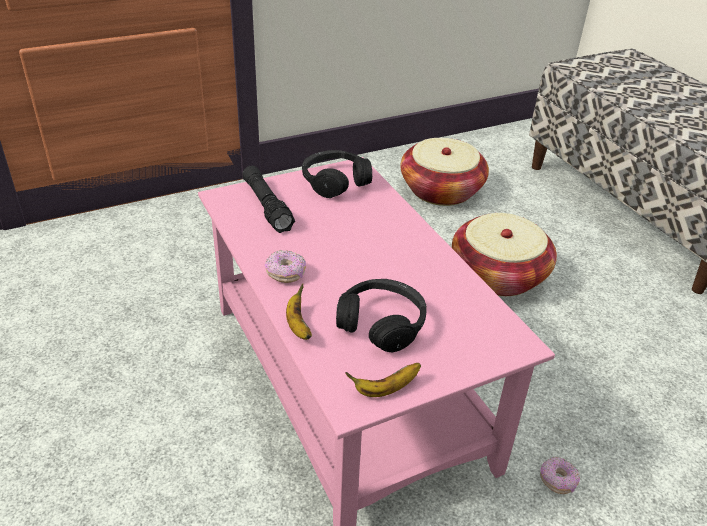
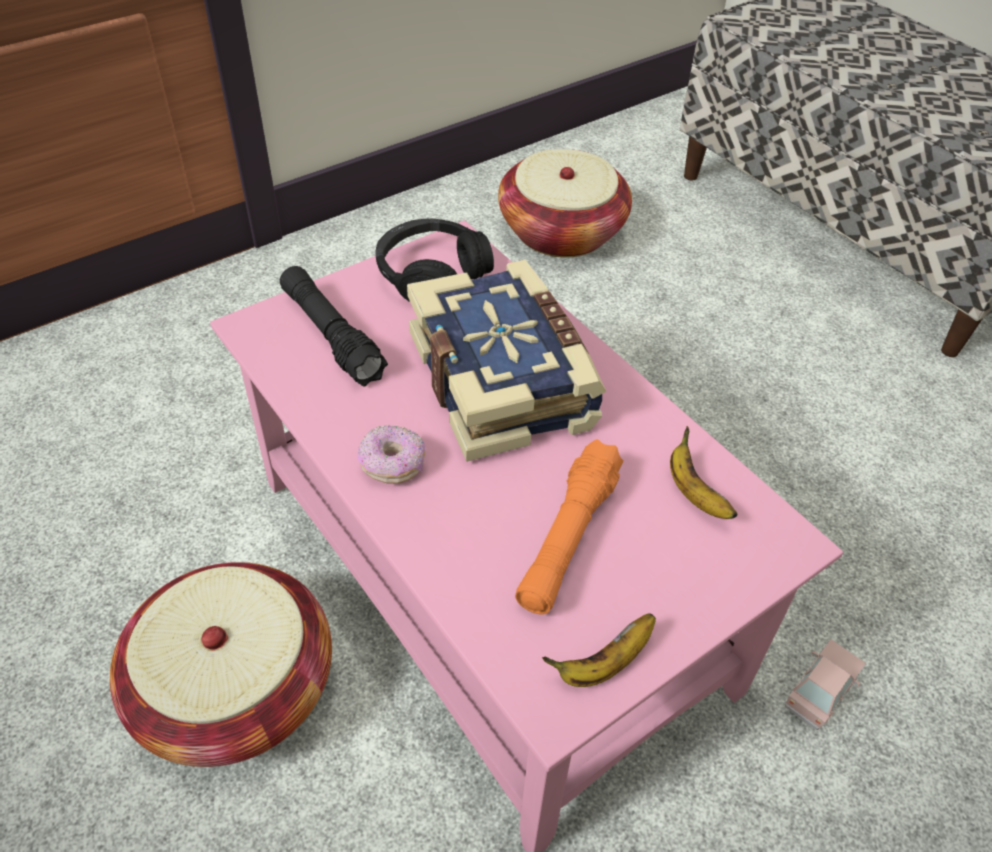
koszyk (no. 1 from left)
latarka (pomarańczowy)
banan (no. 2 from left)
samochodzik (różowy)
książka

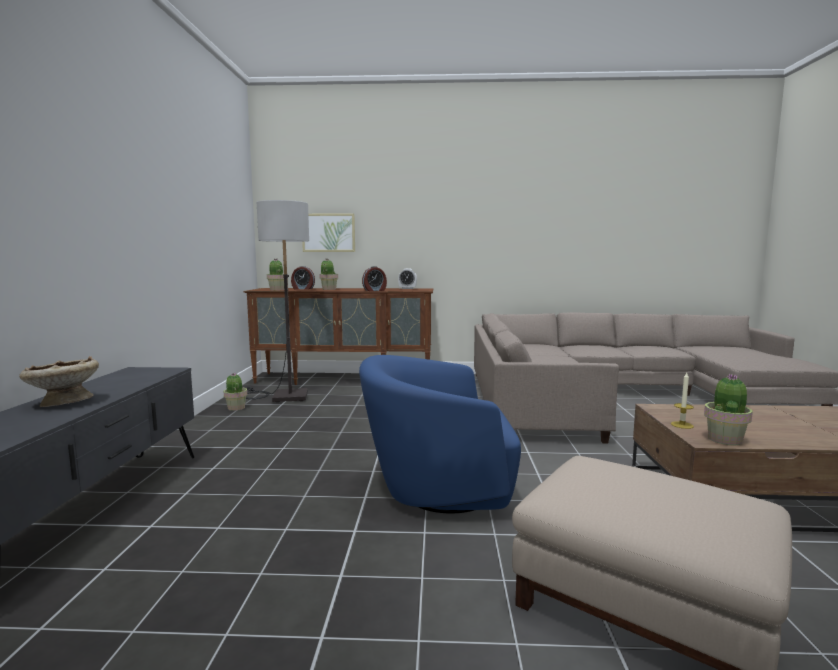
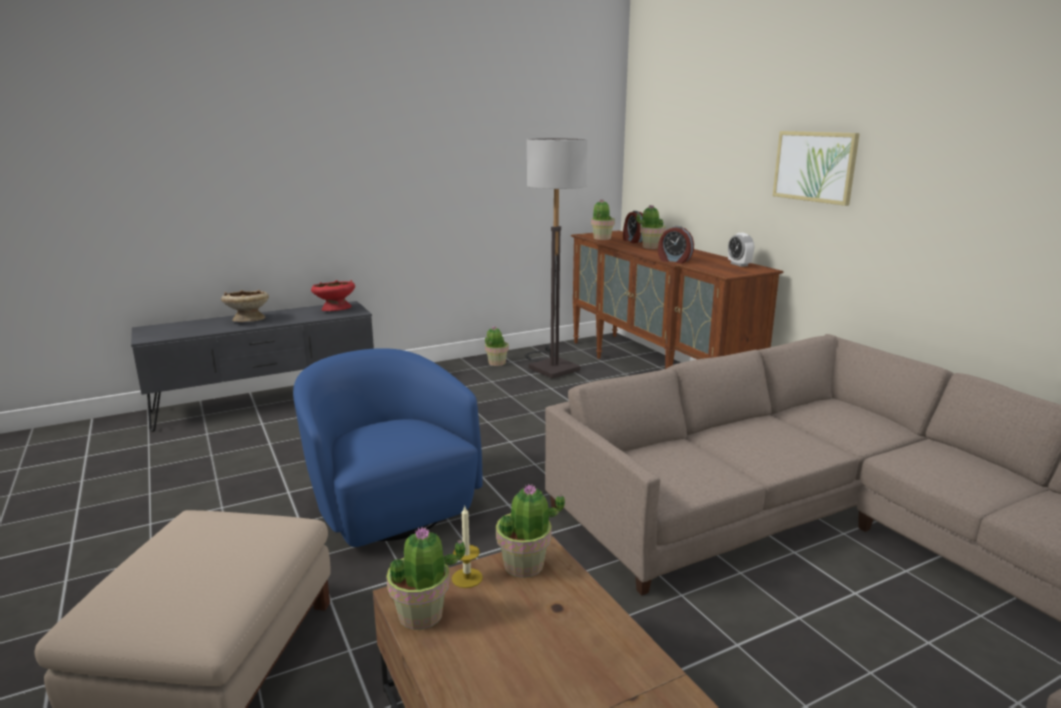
obraz
miska (czerwony)
roślina doniczkowa (no. 3 from left)

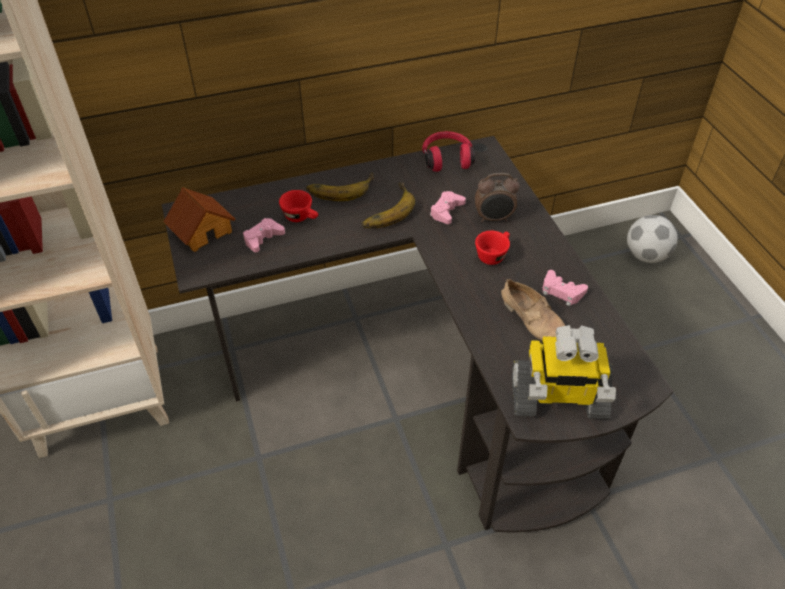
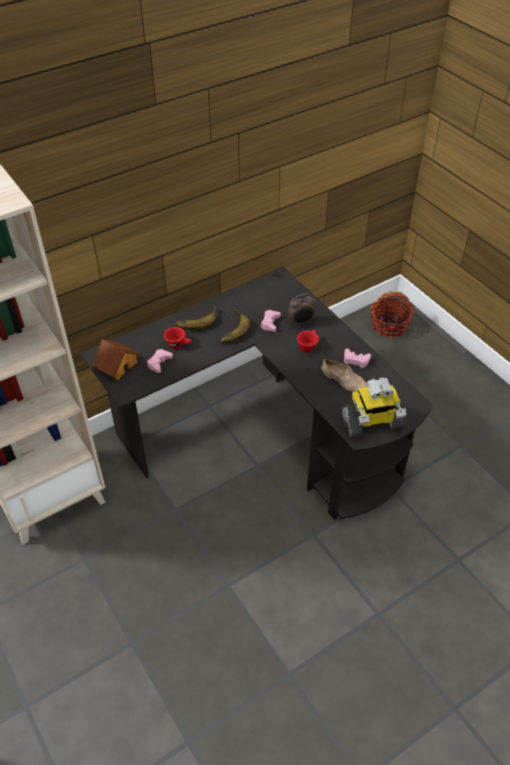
słuchawki (czerwony)
koszyk

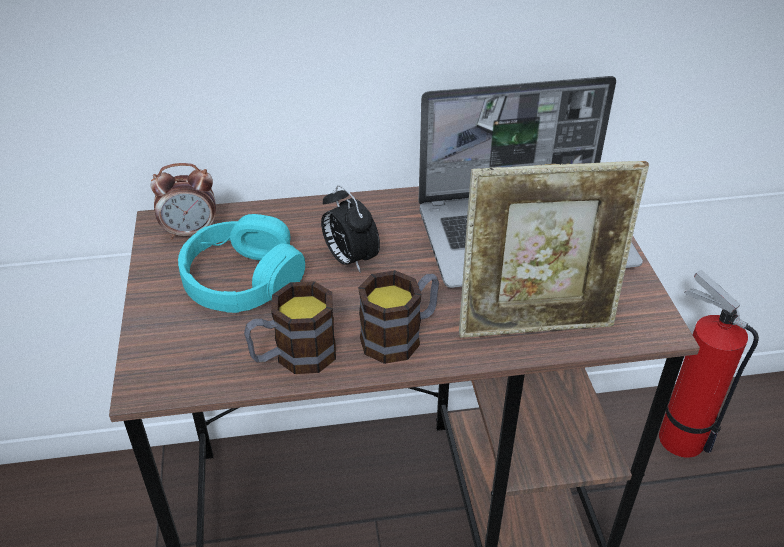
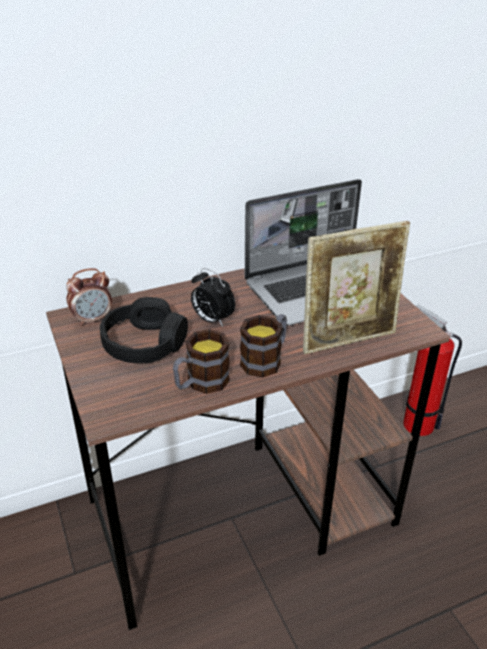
słuchawki (czarny)

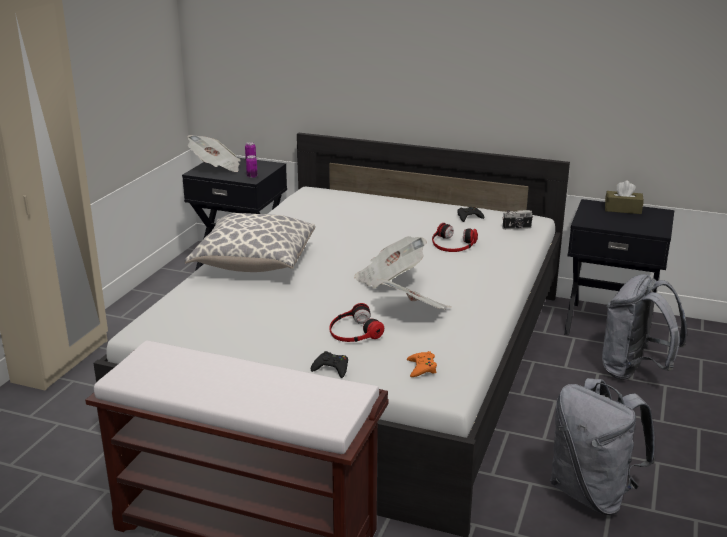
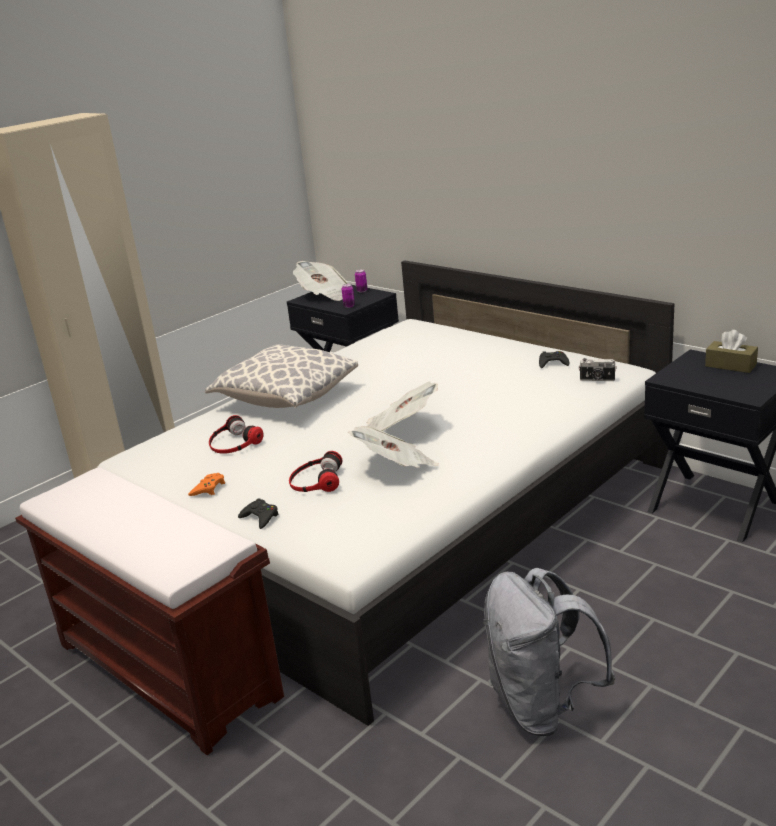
słuchawki (no. 1 from left)
plecak (szary) (no. 2 from left in the first image)
pad do gier (pomarańczowy)

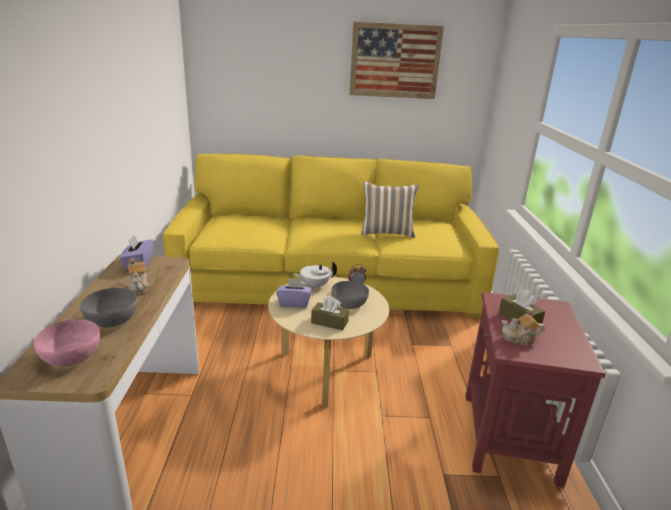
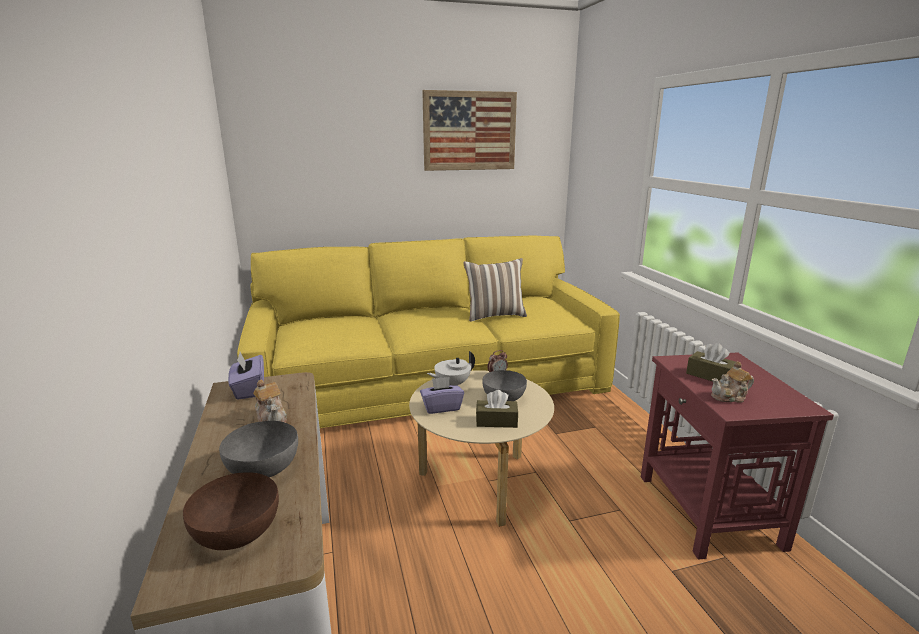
miska (brązowy)

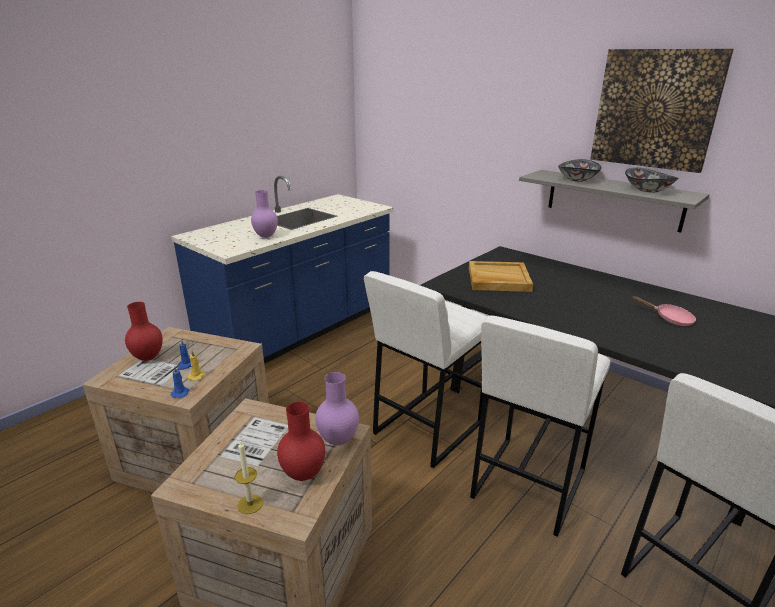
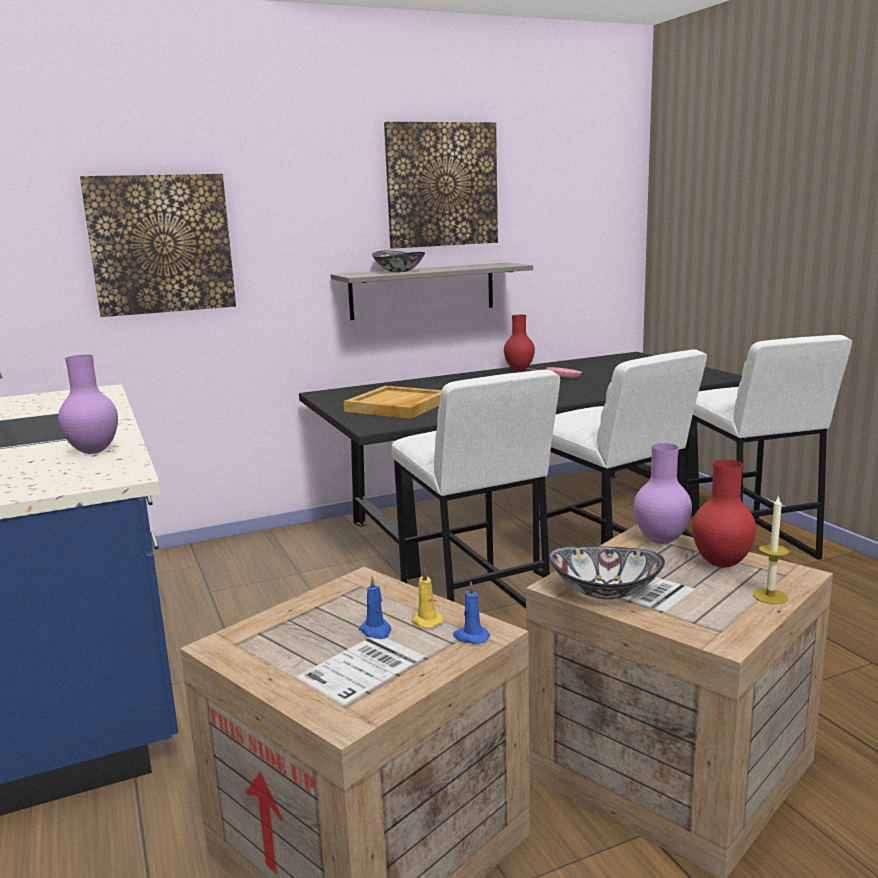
miska (no. 2 from left)
wazon (czerwony) (no. 1 from left)
obraz (no. 1 from left)

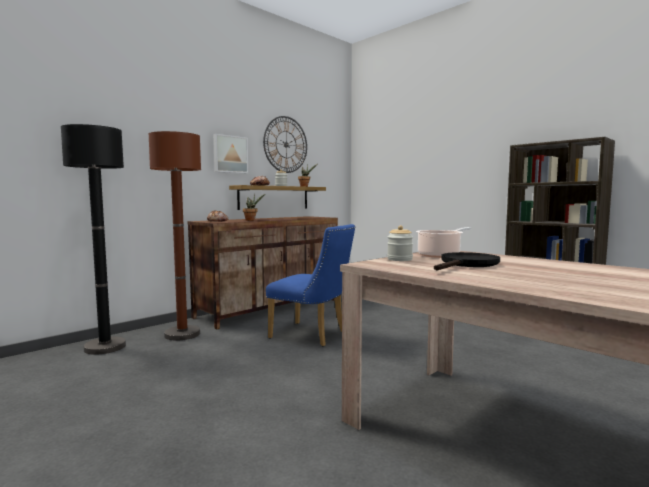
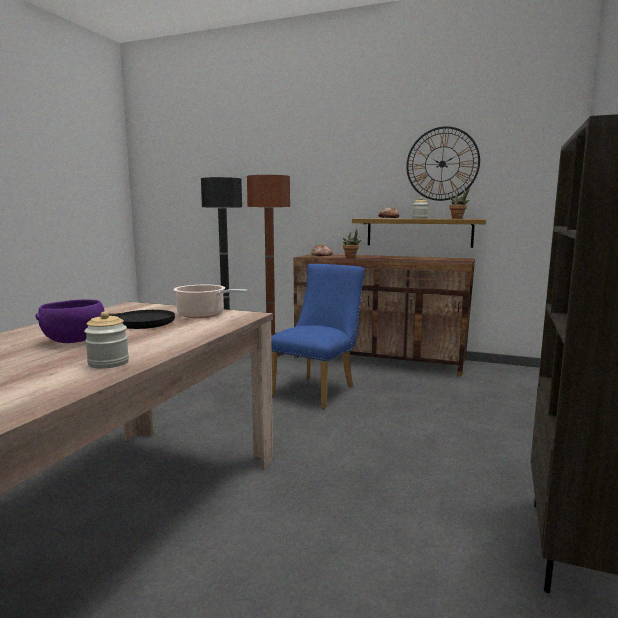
obraz
krzesło (niebieski)
słoik (no. 1 from left)
miska (fioletowy)

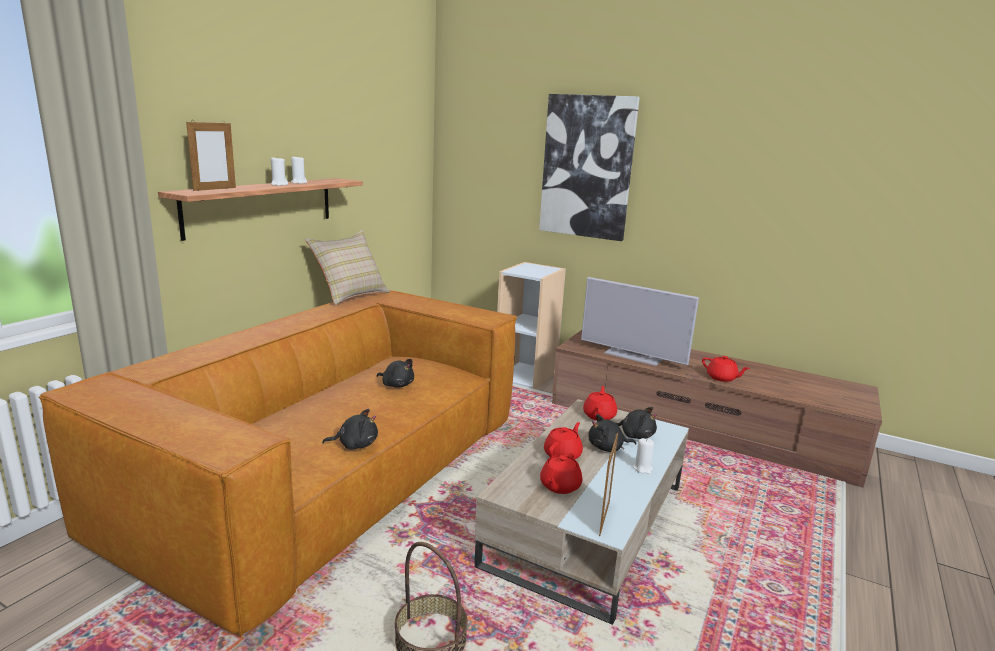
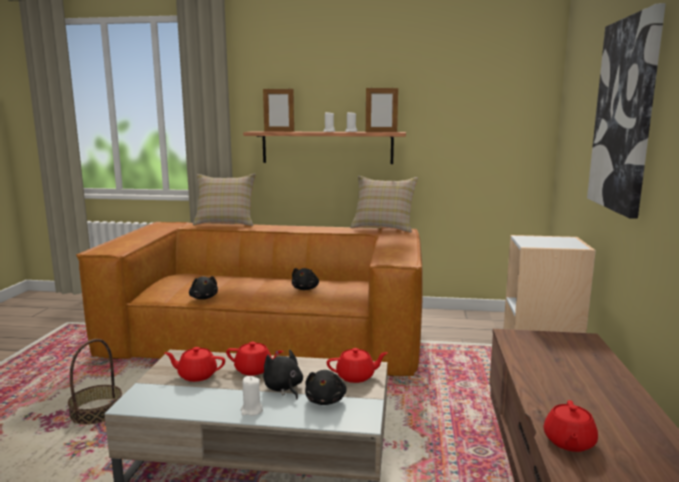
telewizor
ramka na zdjęcie (no. 2 from left)
poduszka (beżowy) (no. 1 from left)

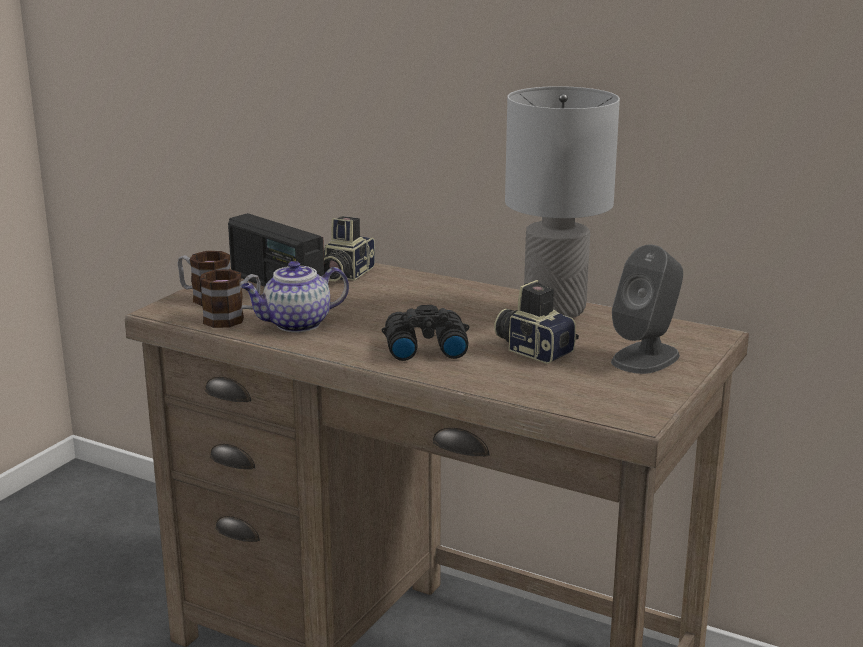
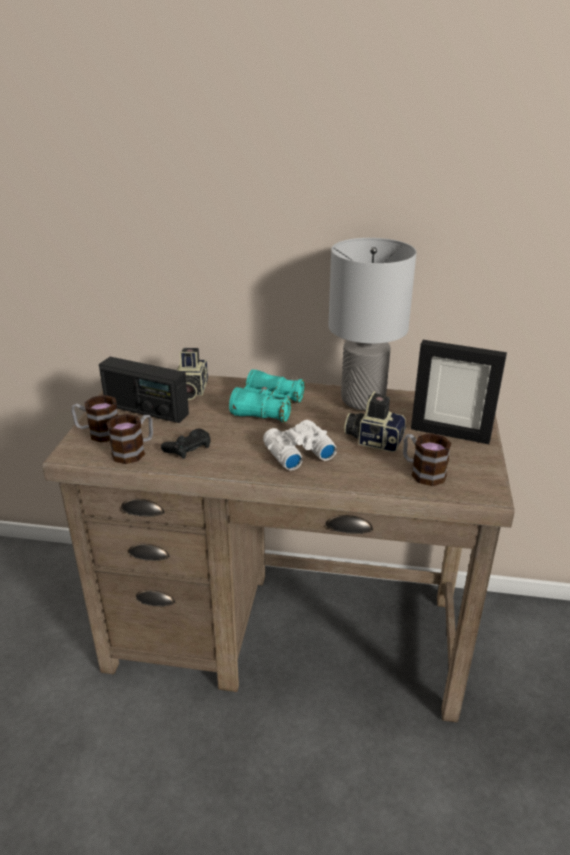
ramka na zdjęcie
pad do gier (czarny)
lornetka (biały)
lornetka (turkusowy)
kubek (no. 3 from left)

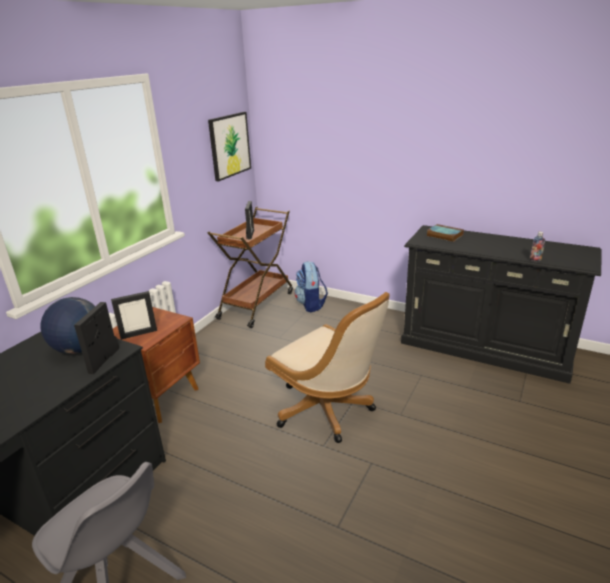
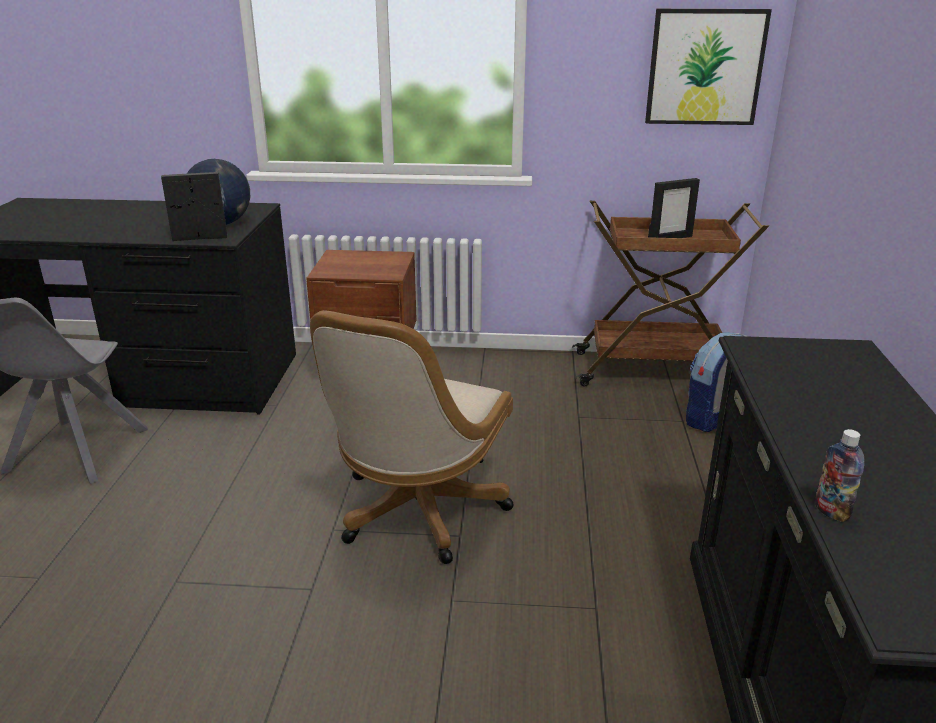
książka
ramka na zdjęcie (no. 2 from left in the first image)

